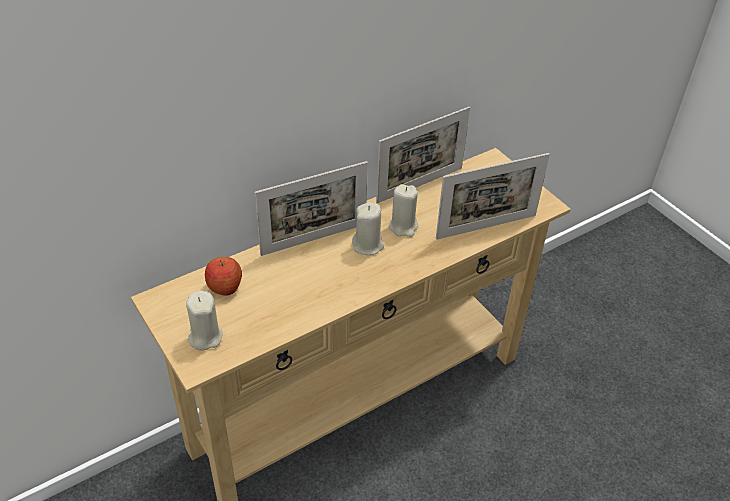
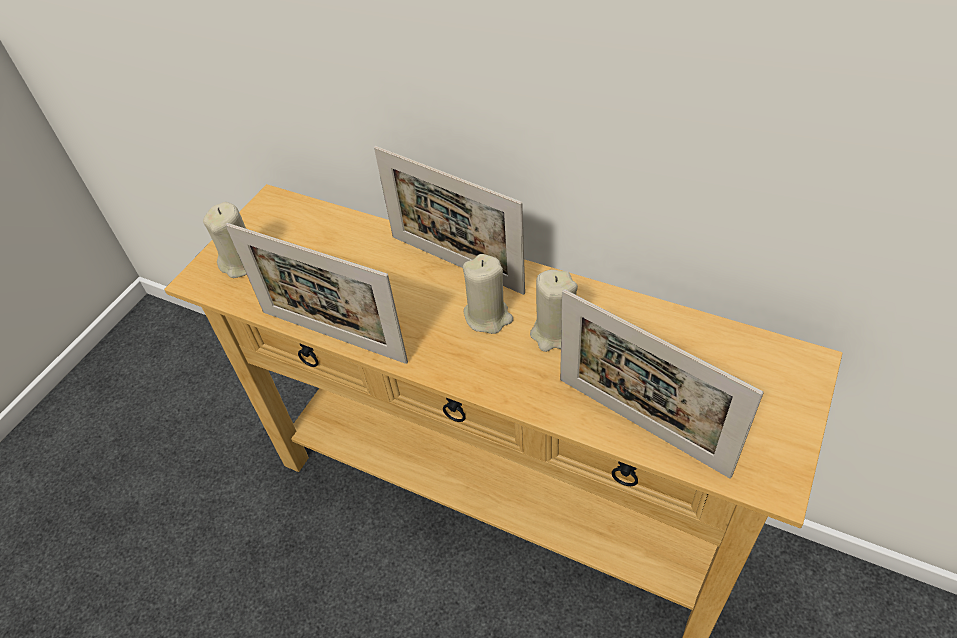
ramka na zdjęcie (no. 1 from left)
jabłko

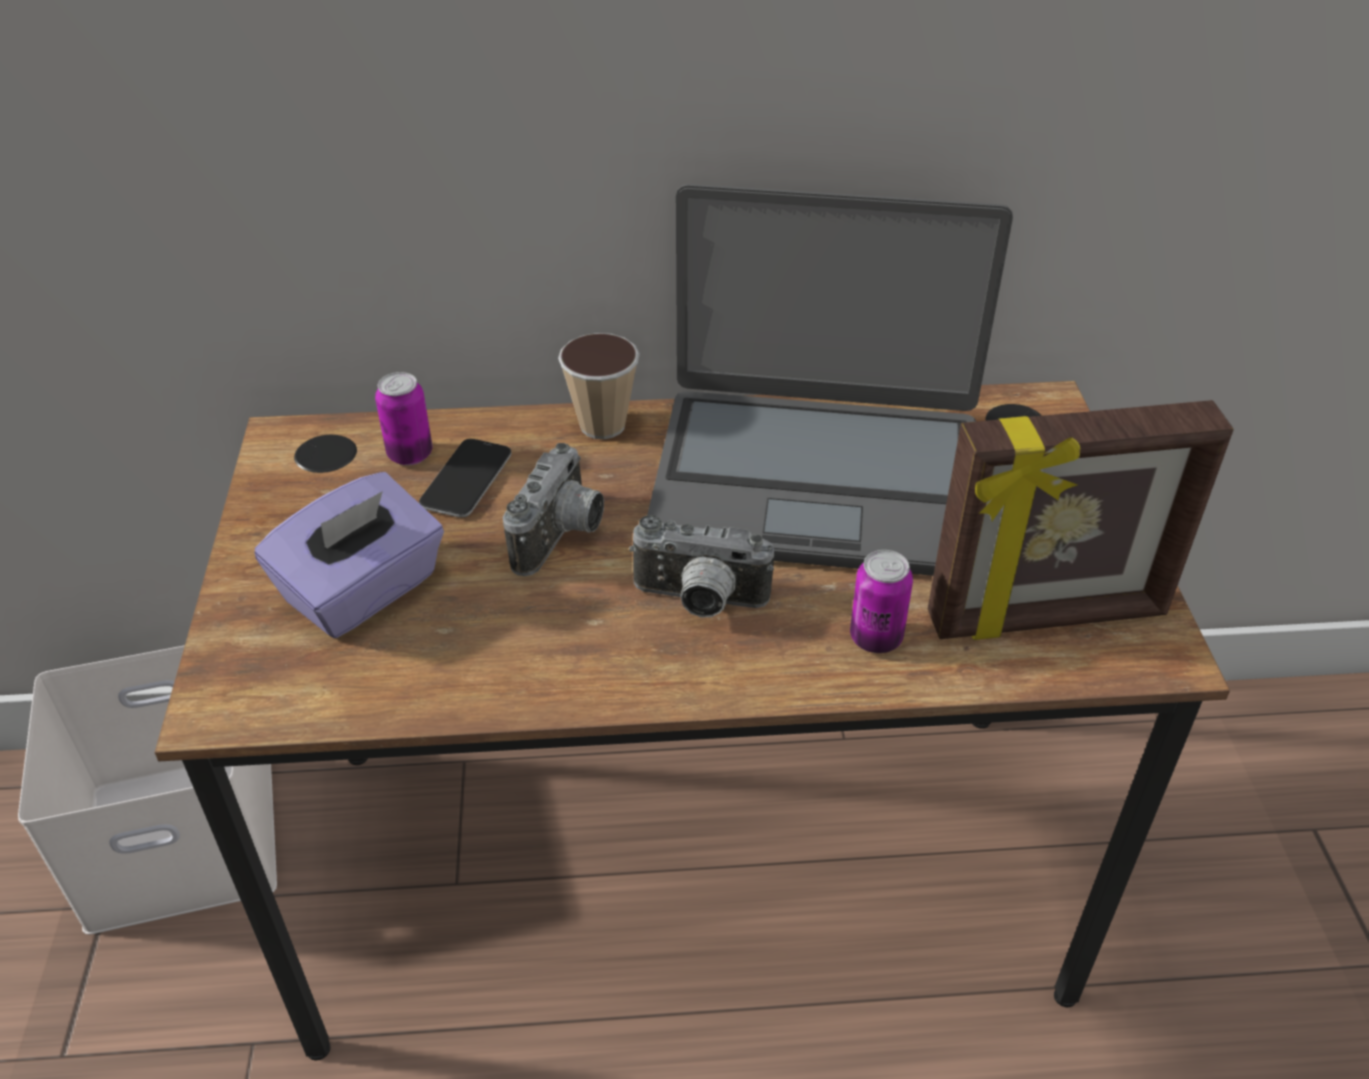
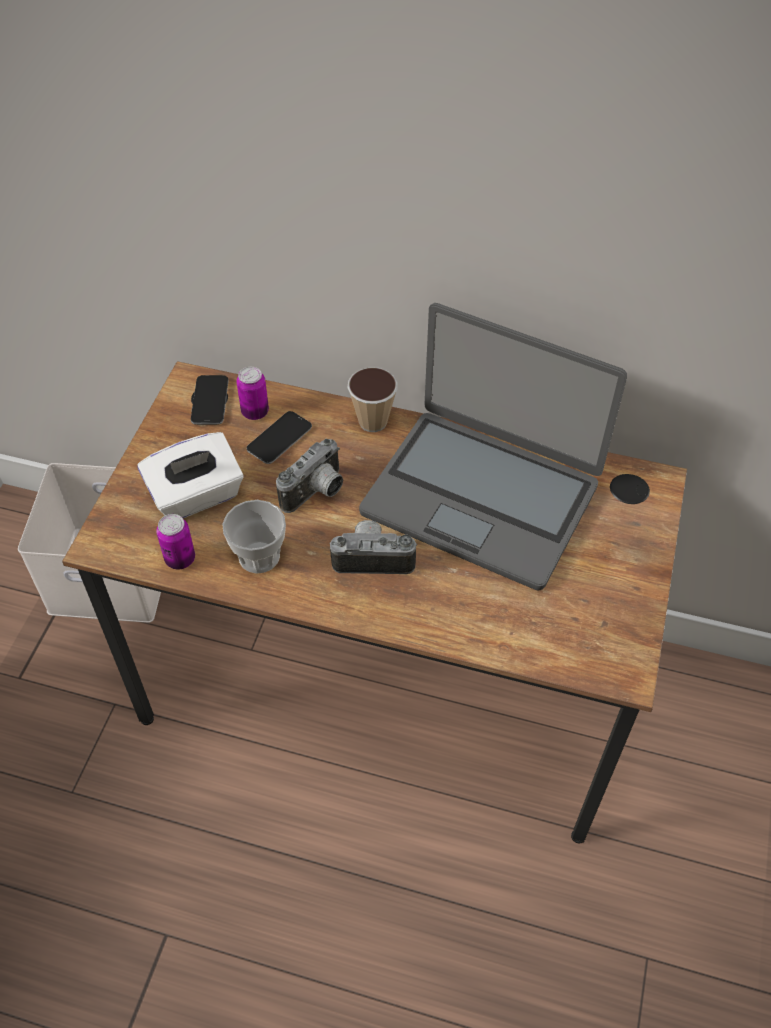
ramka na zdjęcie
pudełko chusteczek (biały)
aparat fotograficzny (no. 2 from left)
puszka (no. 1 from left)
telefon (no. 1 from left)
filiżanka (no. 1 from left)

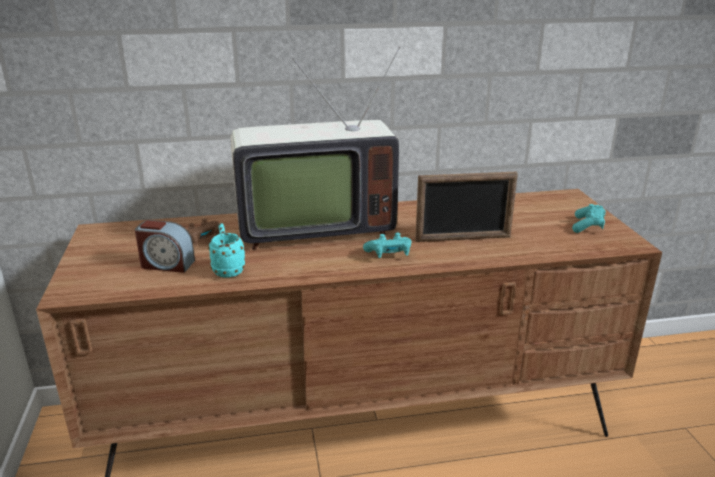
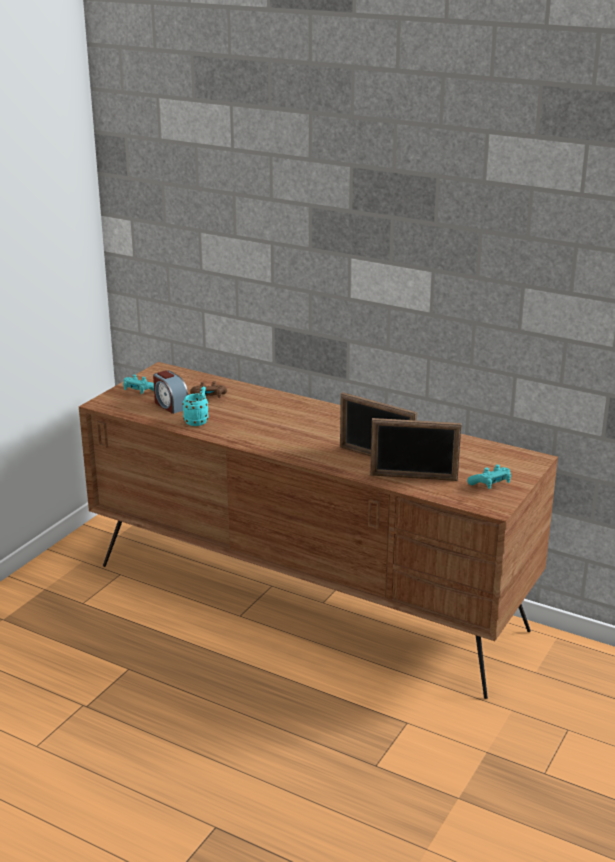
telewizor
pad do gier (turkusowy) (no. 1 from left)
ramka na zdjęcie (no. 2 from left)

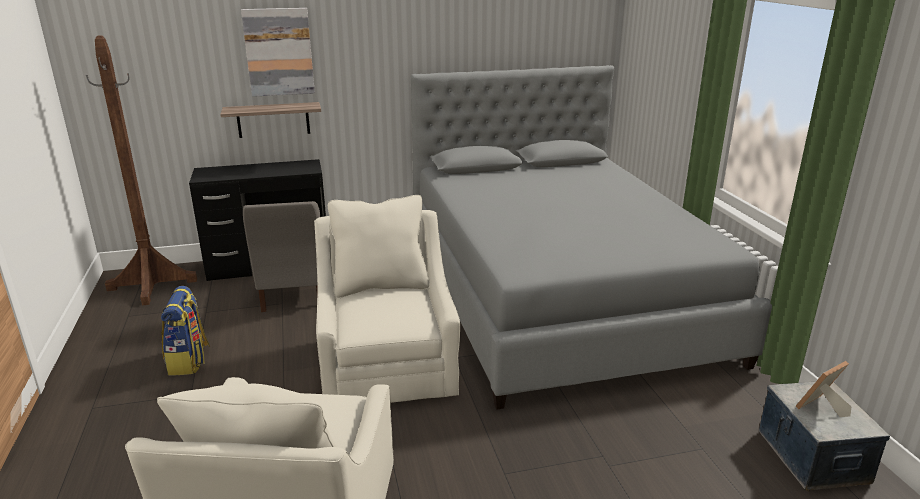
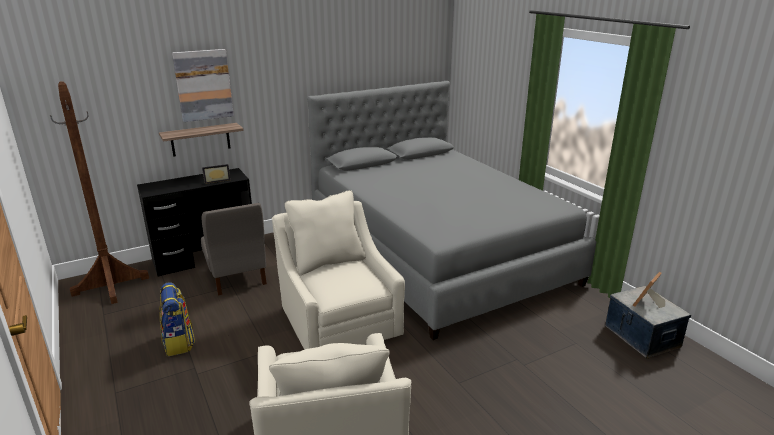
ramka na zdjęcie (no. 1 from left)

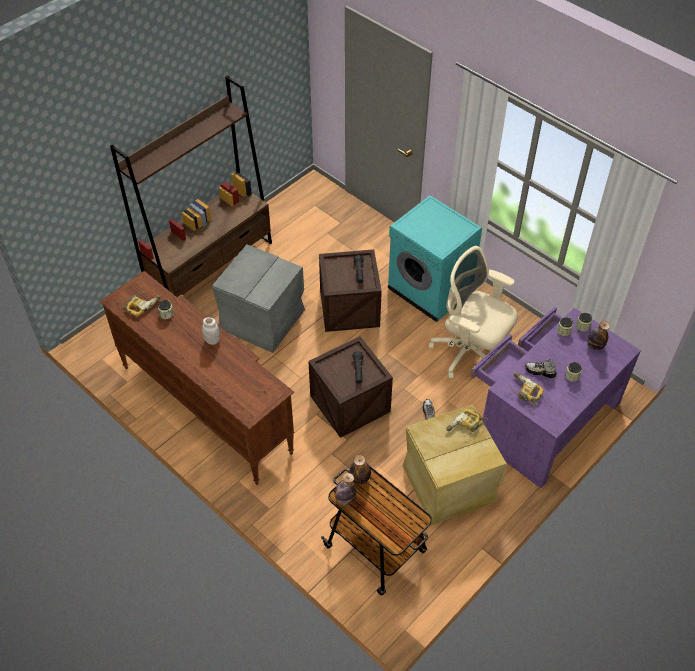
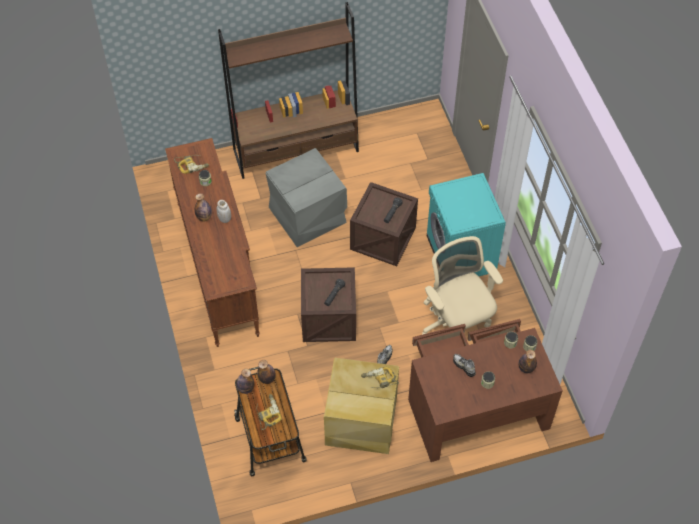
biurko (brązowy)
wiertarka (no. 2 from left)
butelka (no. 1 from left)

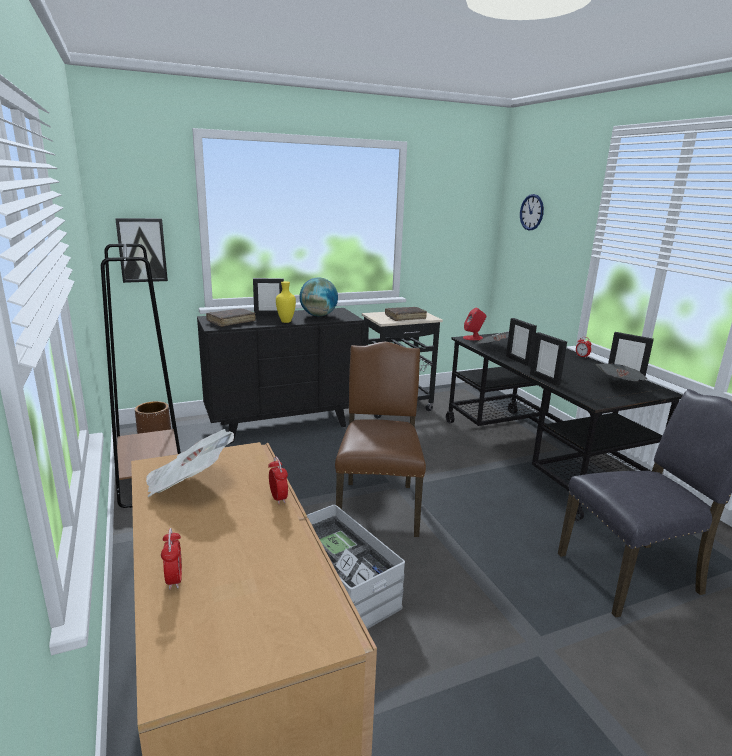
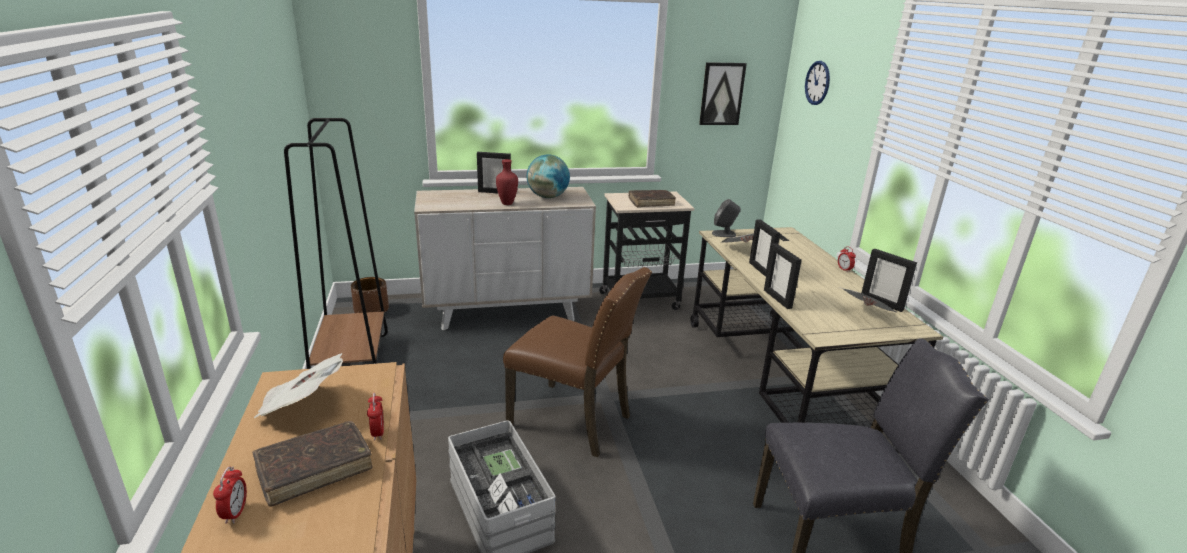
obraz
wazon (czerwony)
komoda (biały)
książka (brązowy) (no. 1 from left)
głośnik (szary)
biurko (beżowy)
krzesło (brązowy)

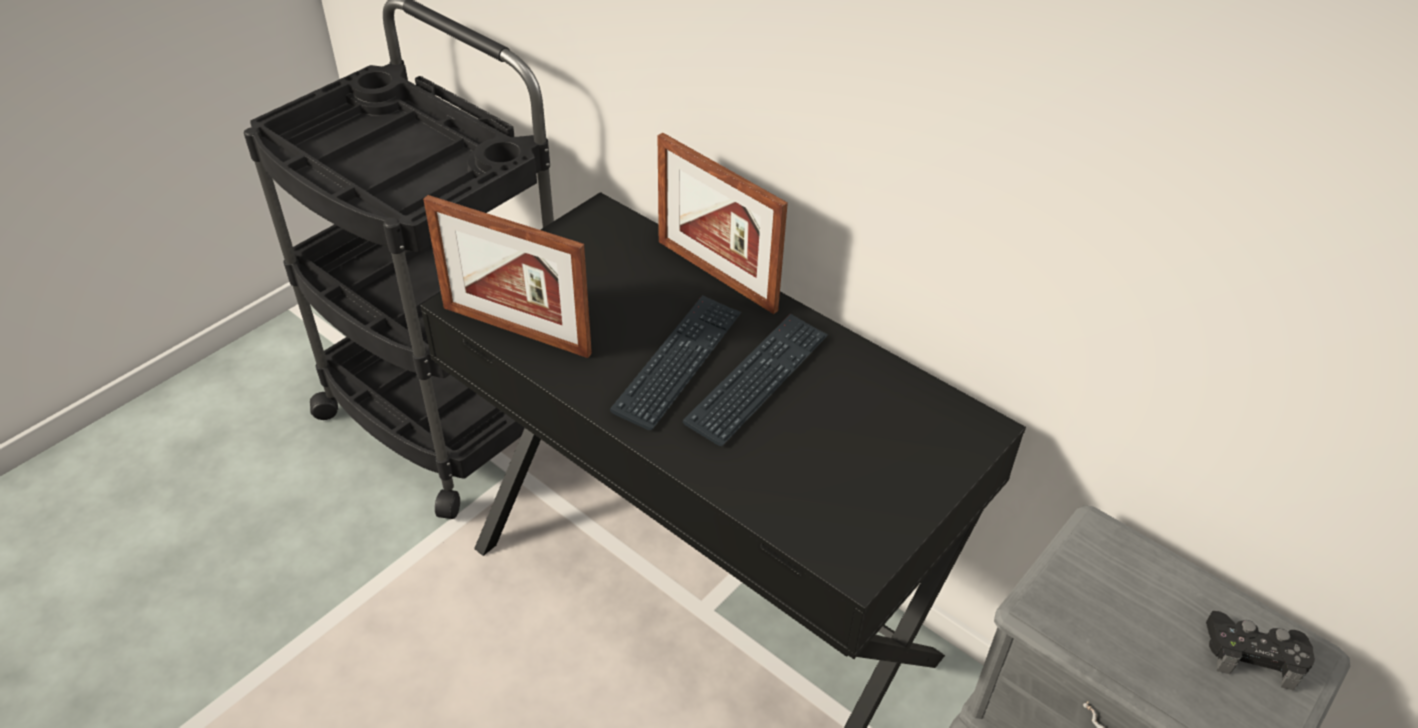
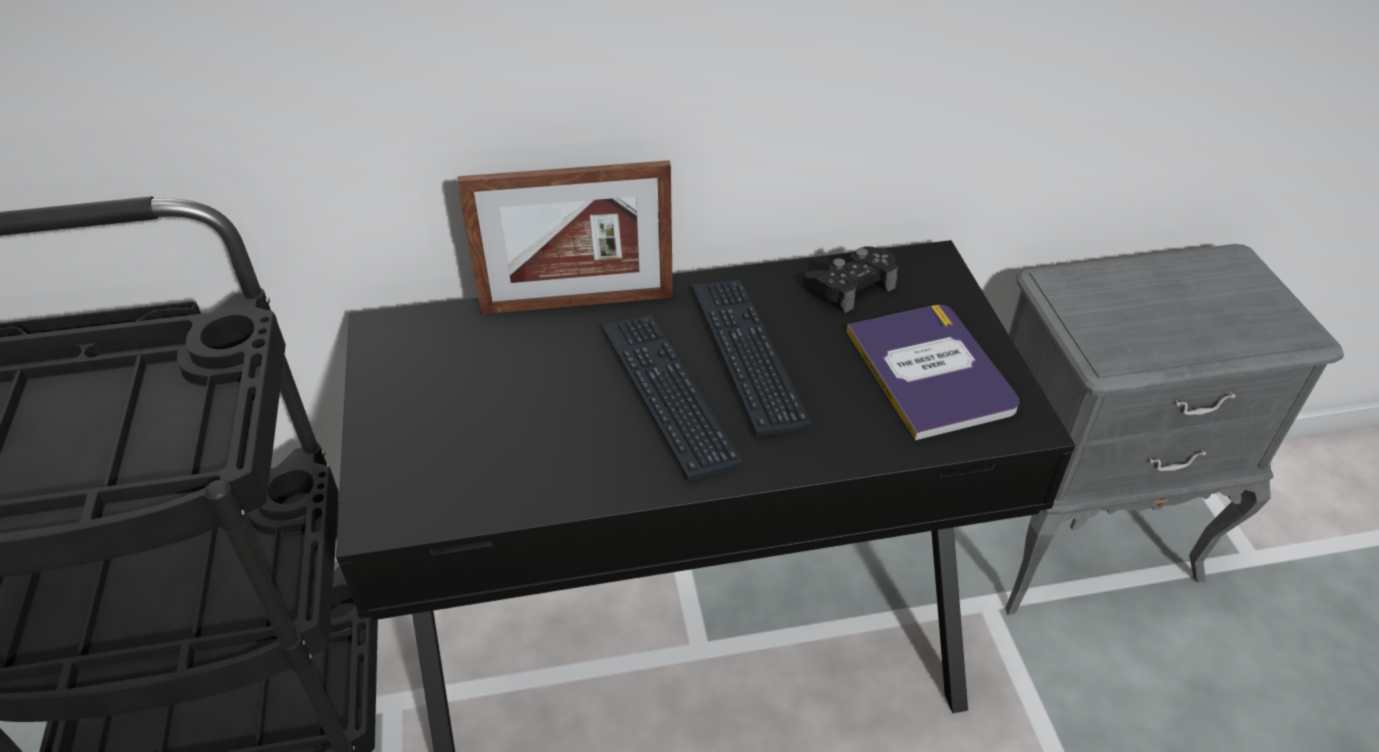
ramka na zdjęcie (no. 1 from left in the first image)
pad do gier (czarny)
książka

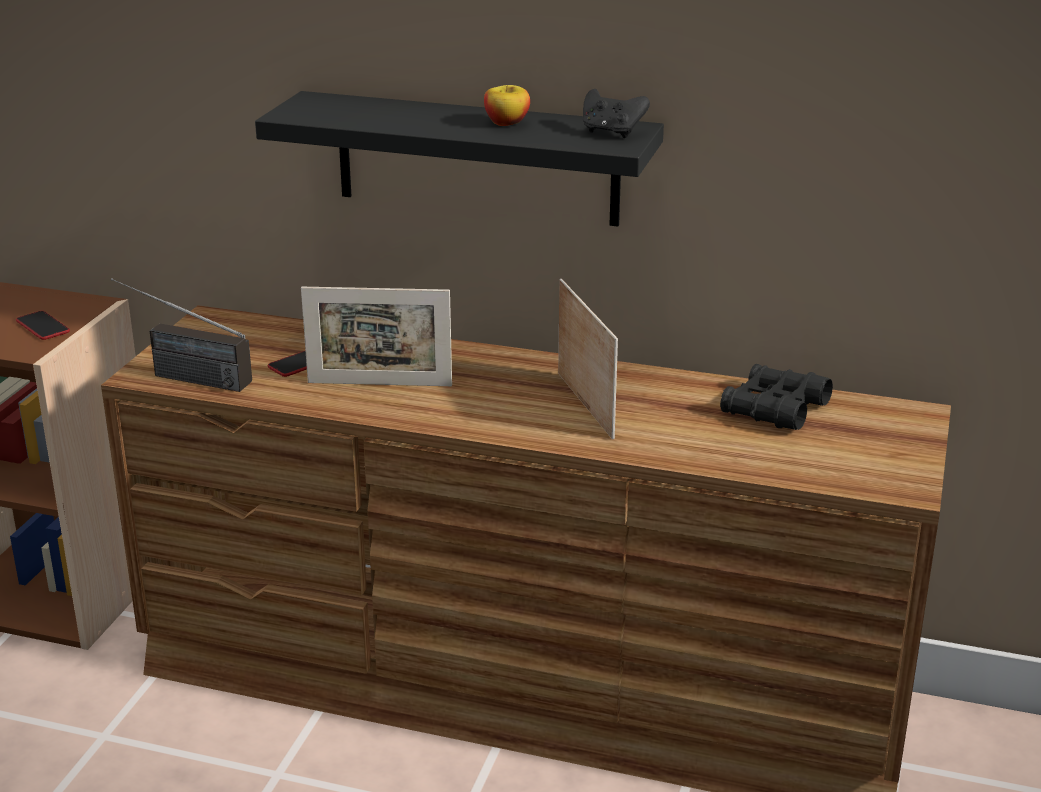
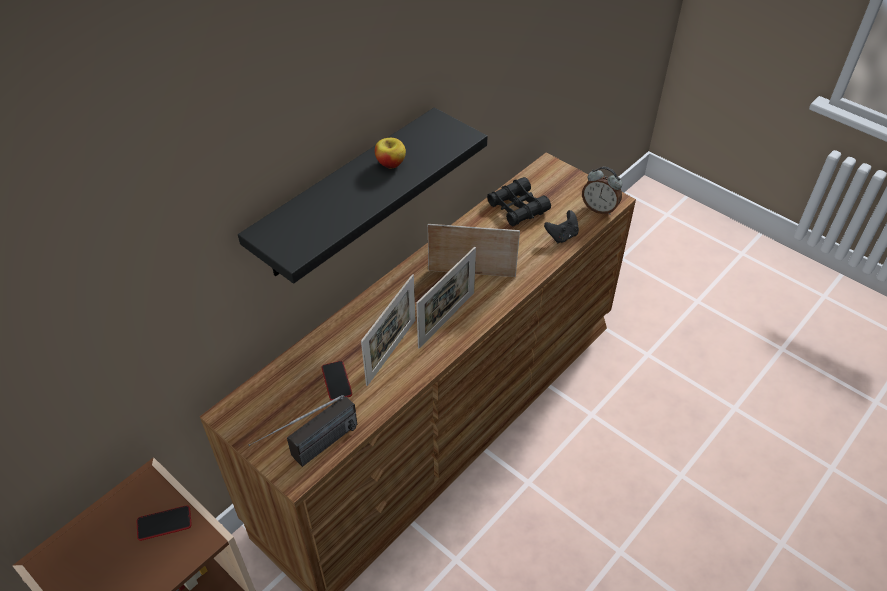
pad do gier (czarny)
budzik
ramka na zdjęcie (no. 2 from left)

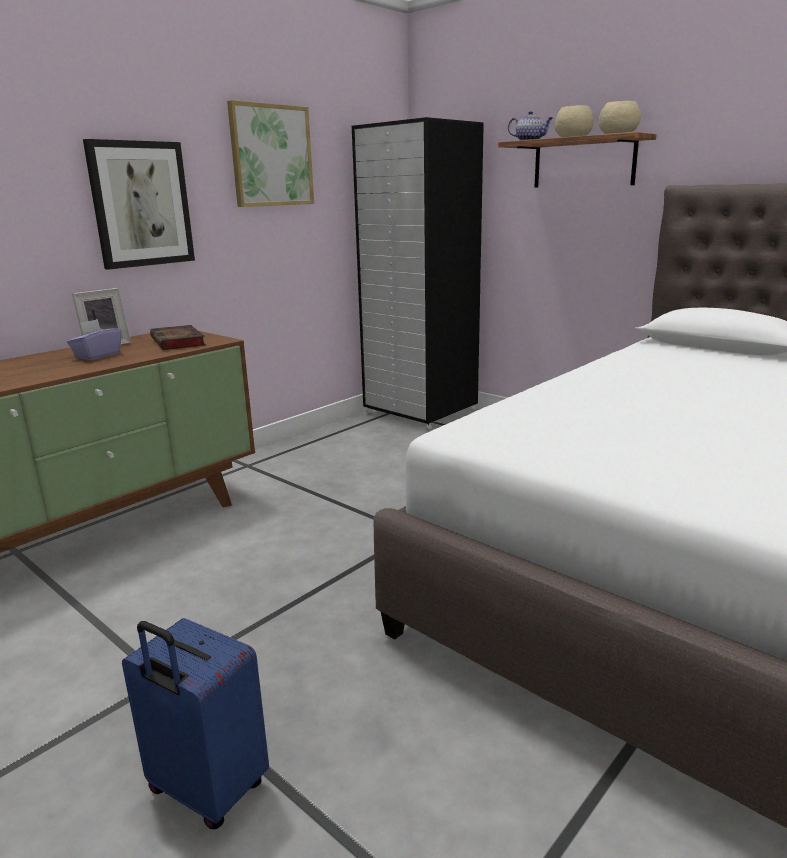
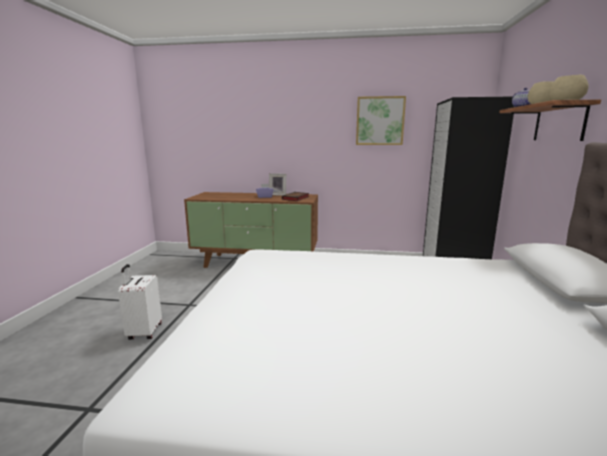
obraz (no. 1 from left in the first image)
walizka (biały)

